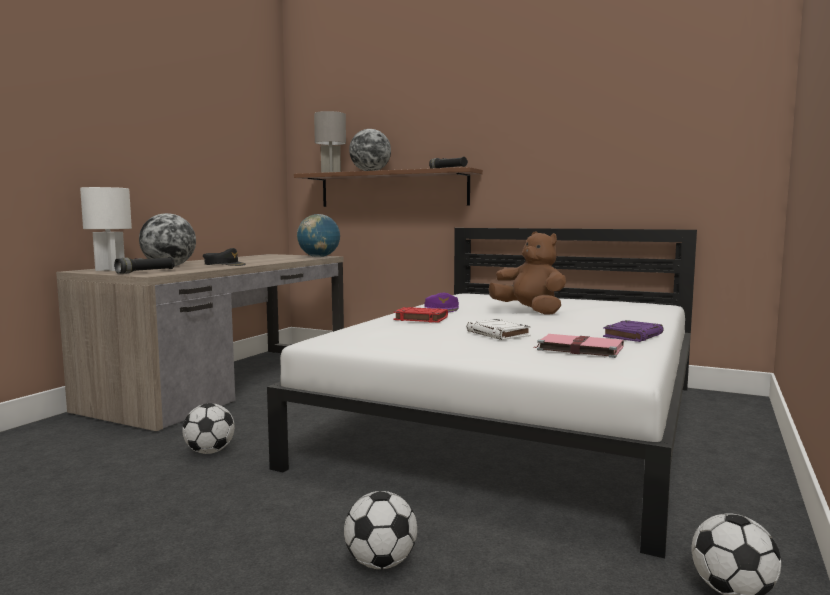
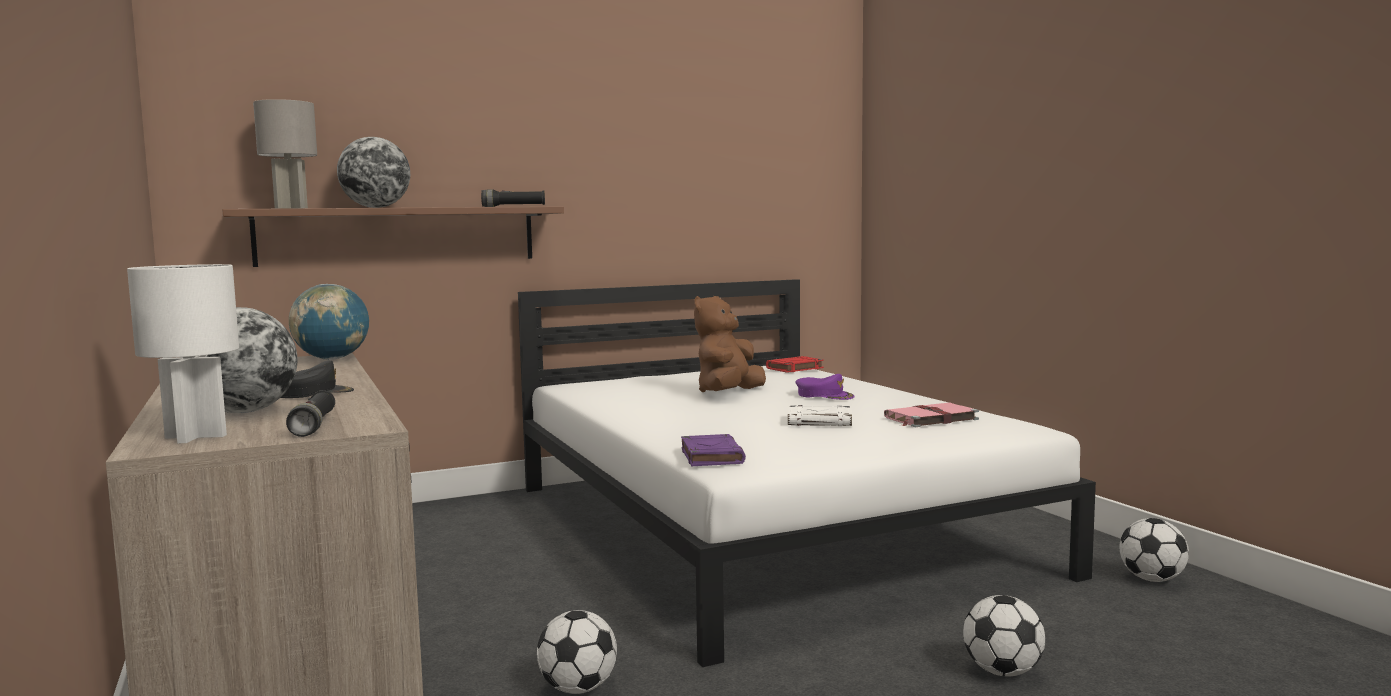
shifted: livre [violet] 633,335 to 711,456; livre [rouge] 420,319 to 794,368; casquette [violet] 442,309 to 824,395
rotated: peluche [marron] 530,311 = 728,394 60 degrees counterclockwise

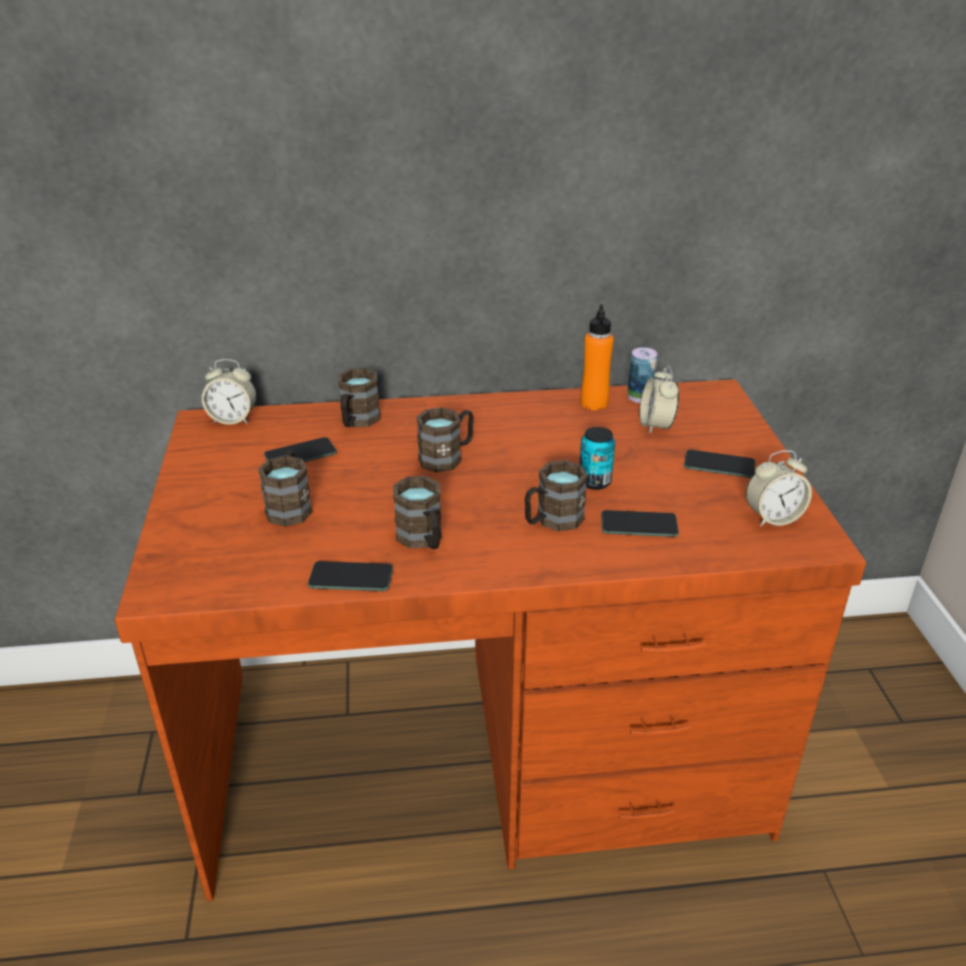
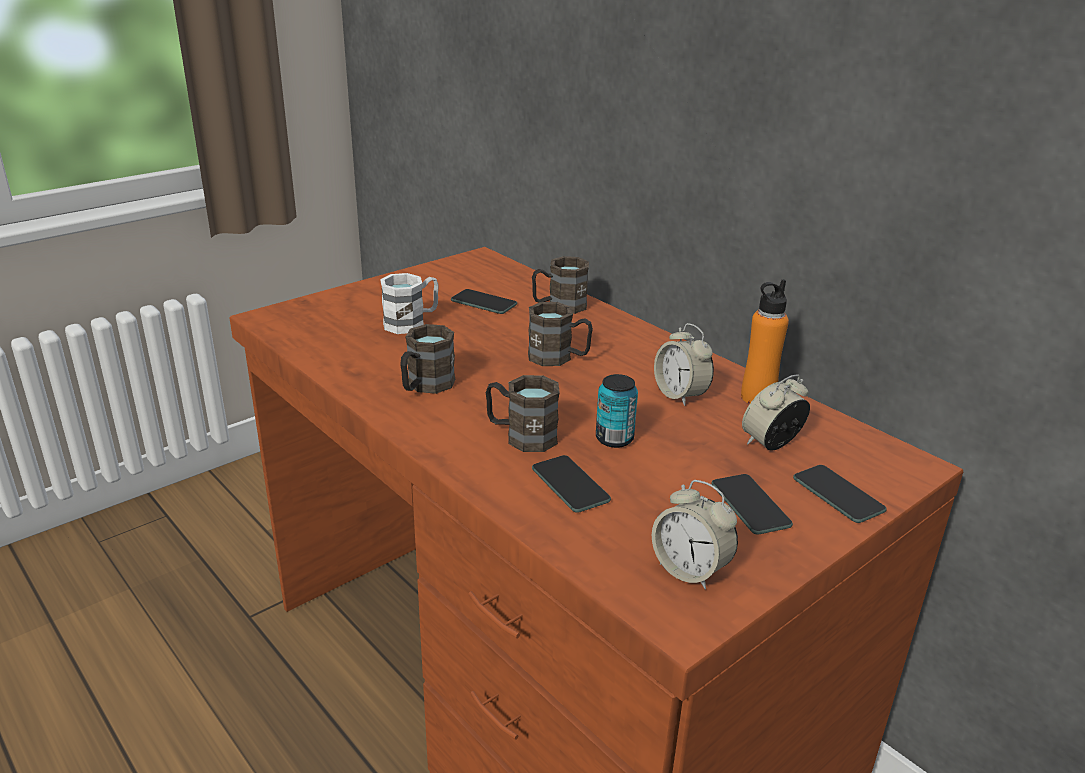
gone: boîte métallique 639,397
shifted: réveil 233,419 to 680,395; téléphone 351,577 to 838,494
repainted: mug [marron] 290,506 to mug [blanc] 412,322

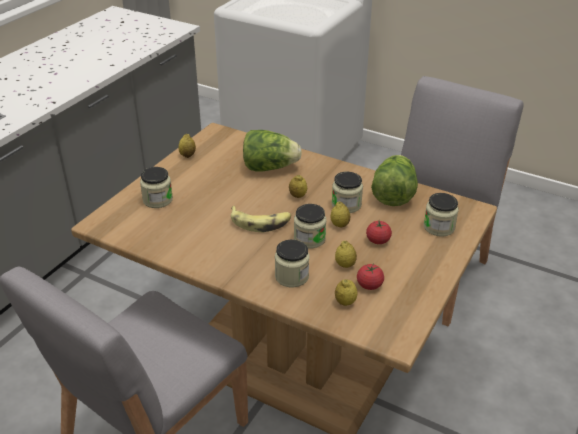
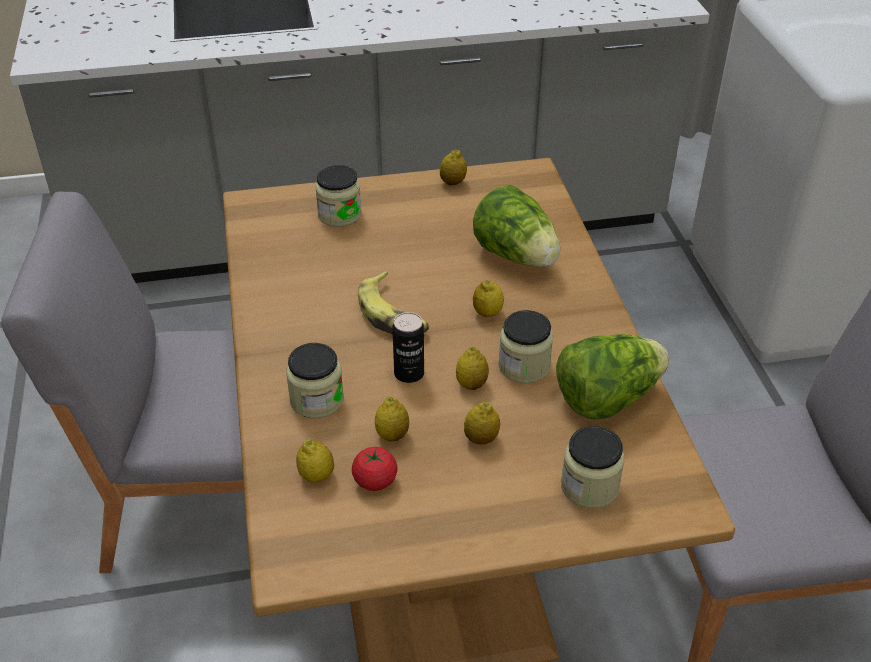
swapped: bocal 309,239 to boîte métallique 409,373; tomate 378,240 to citron 481,439

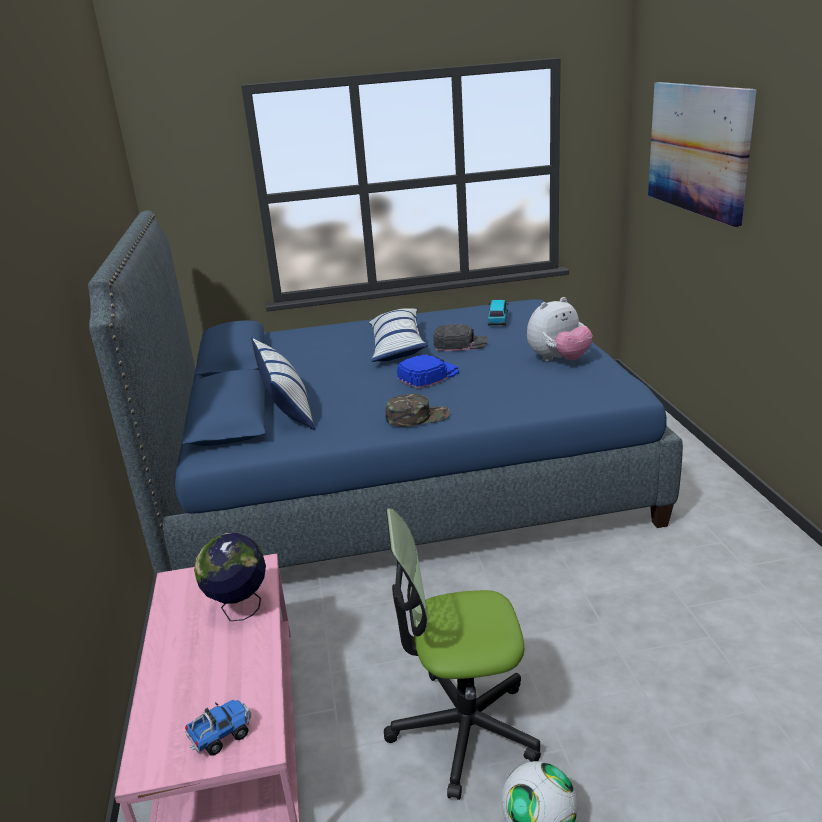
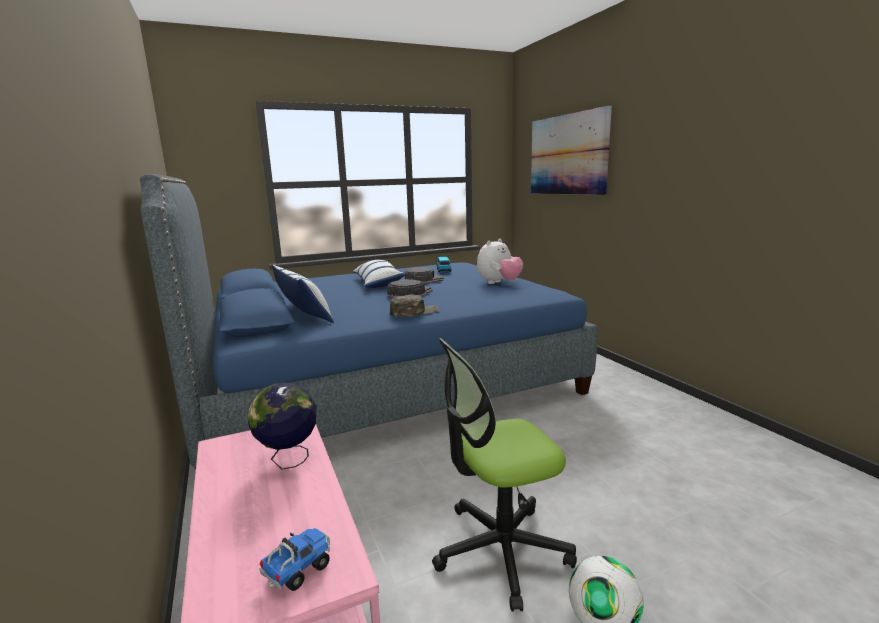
repainted: casquette [bleu] 428,375 to casquette [noir] 410,293

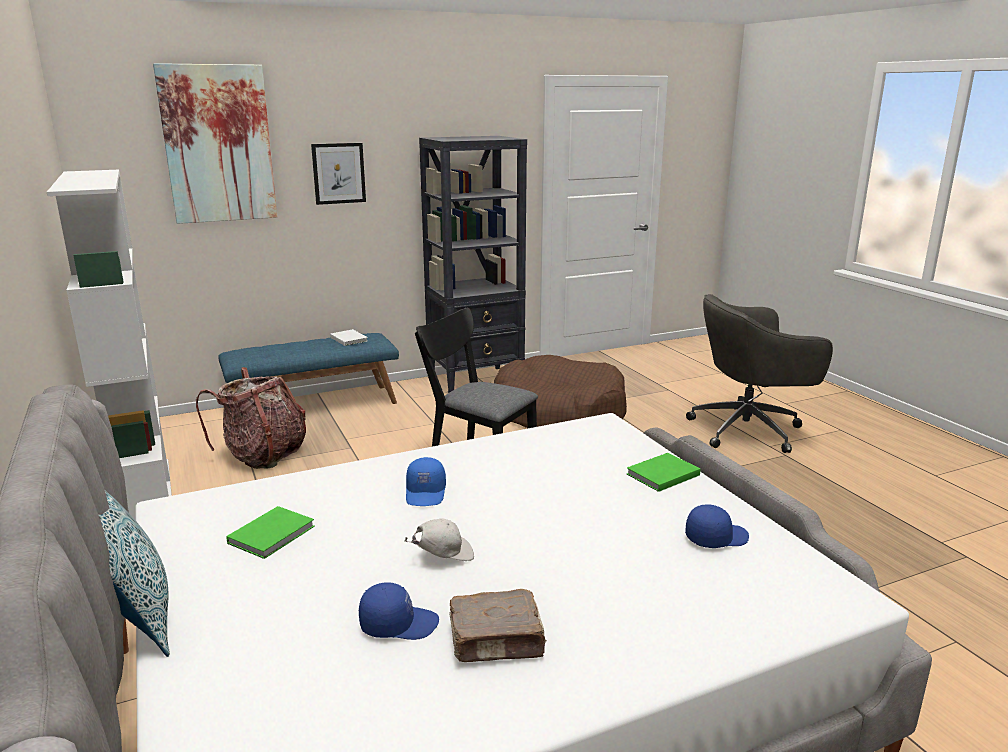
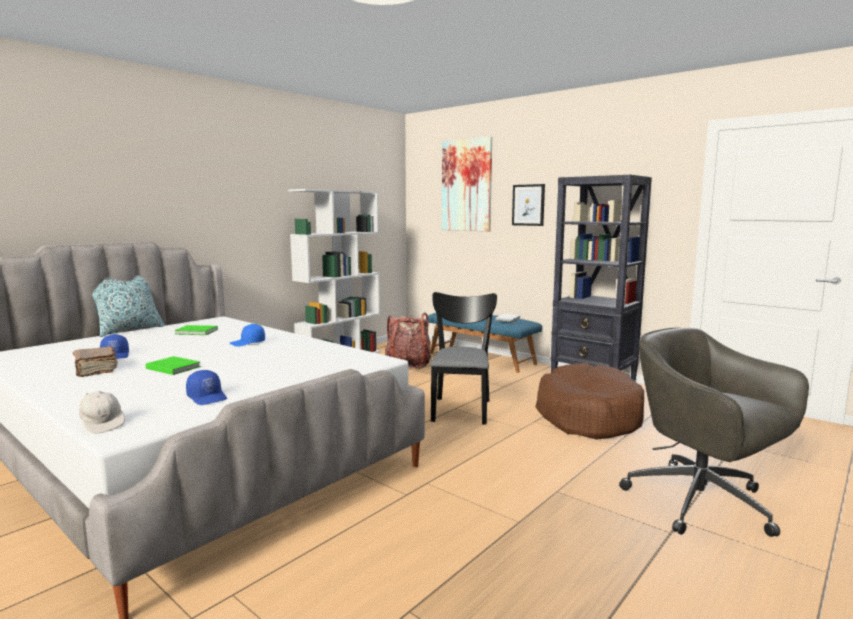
shifted: casquette [blanc] 443,556 to 103,424; livre [vert] 661,475 to 173,367

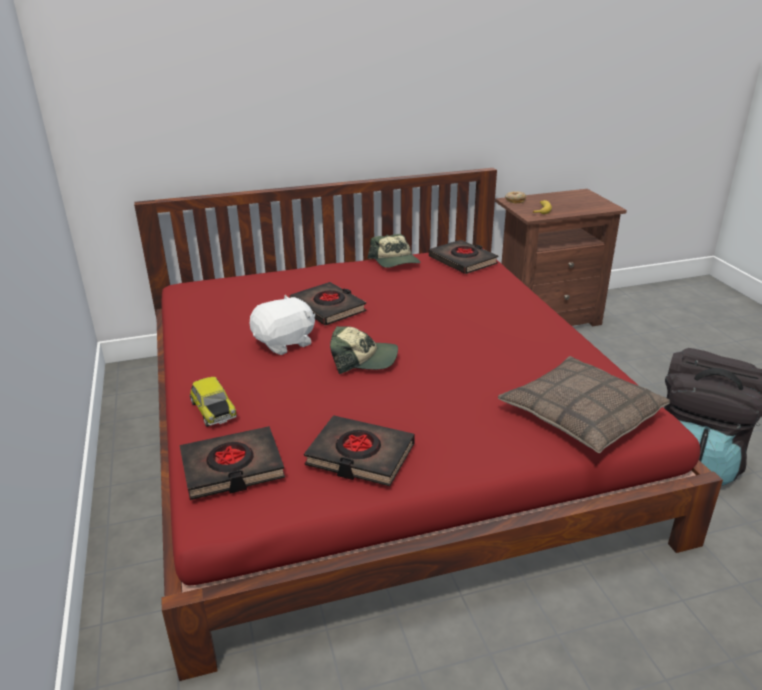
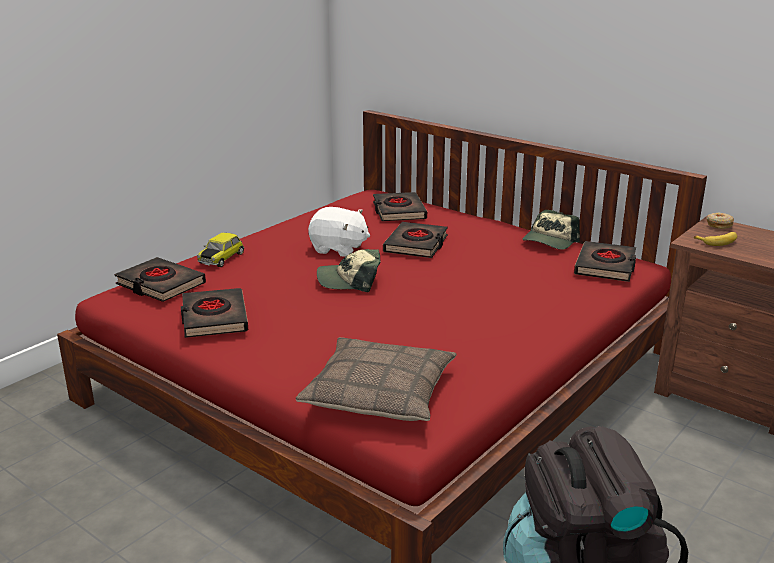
new: livre [noir] 398,211
rotated: casquette 363,359 = 350,280 120 degrees clockwise

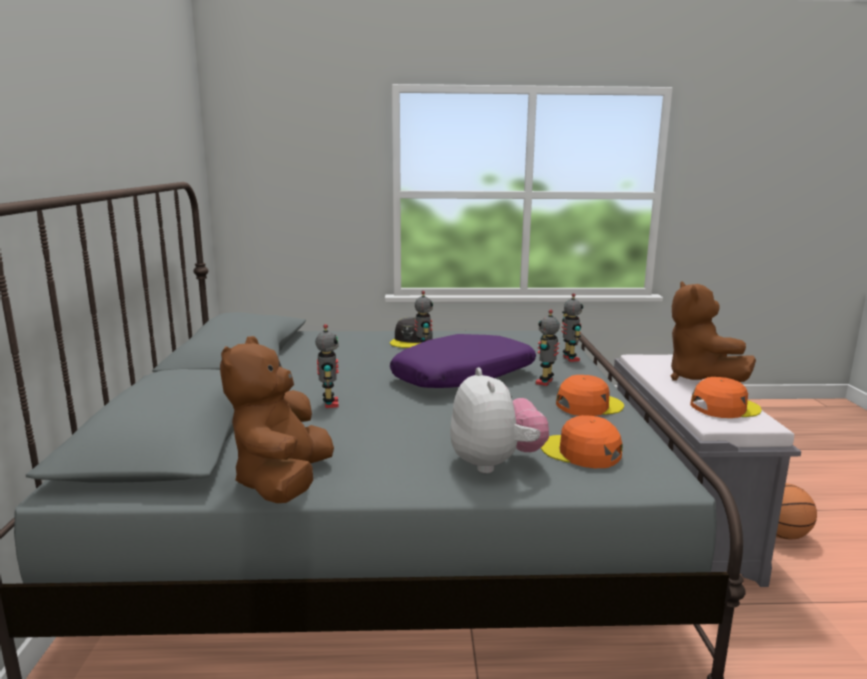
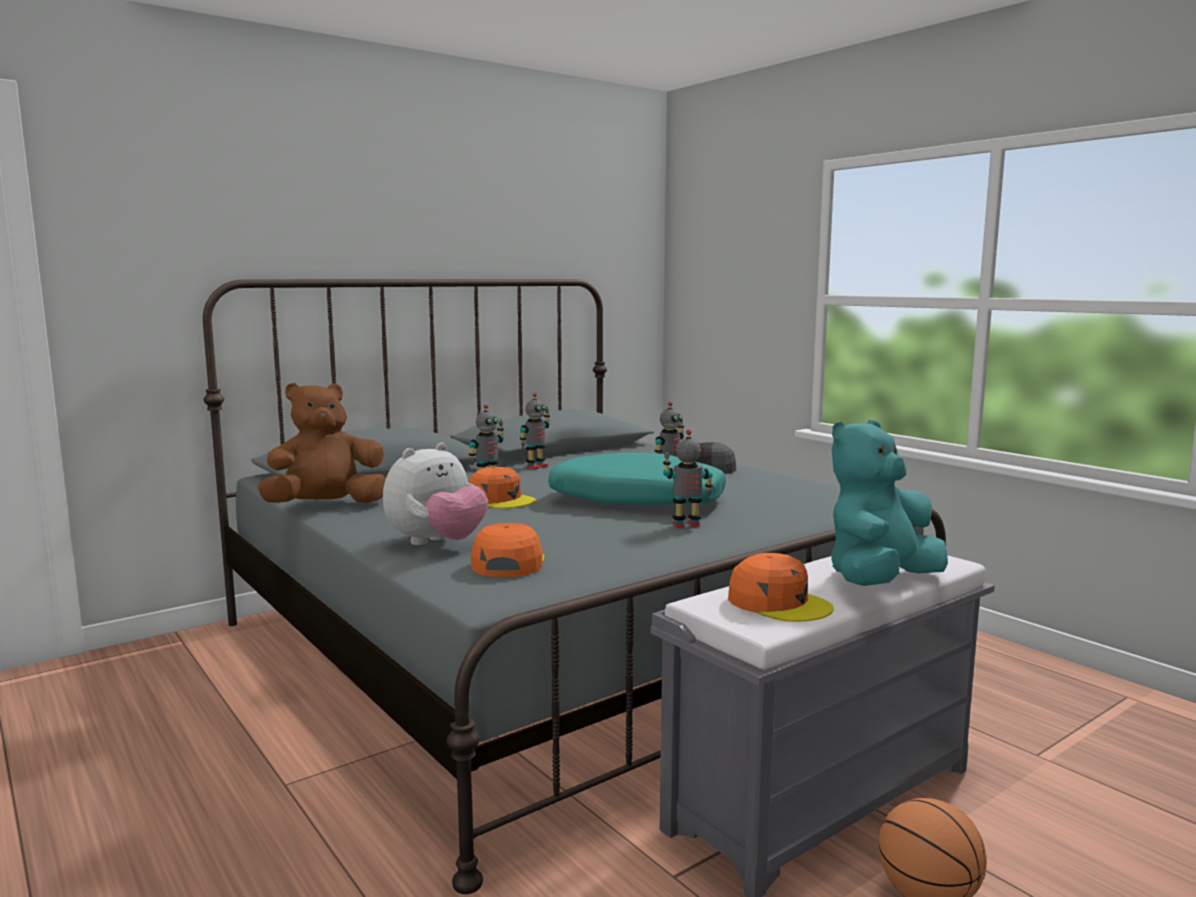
shifted: casquette [orange] 588,405 to 500,500; robot jouet 569,359 to 536,466
repainted: coussin [violet] 464,377 to coussin [turquoise] 636,501; peluche [marron] 699,379 to peluche [turquoise] 880,582

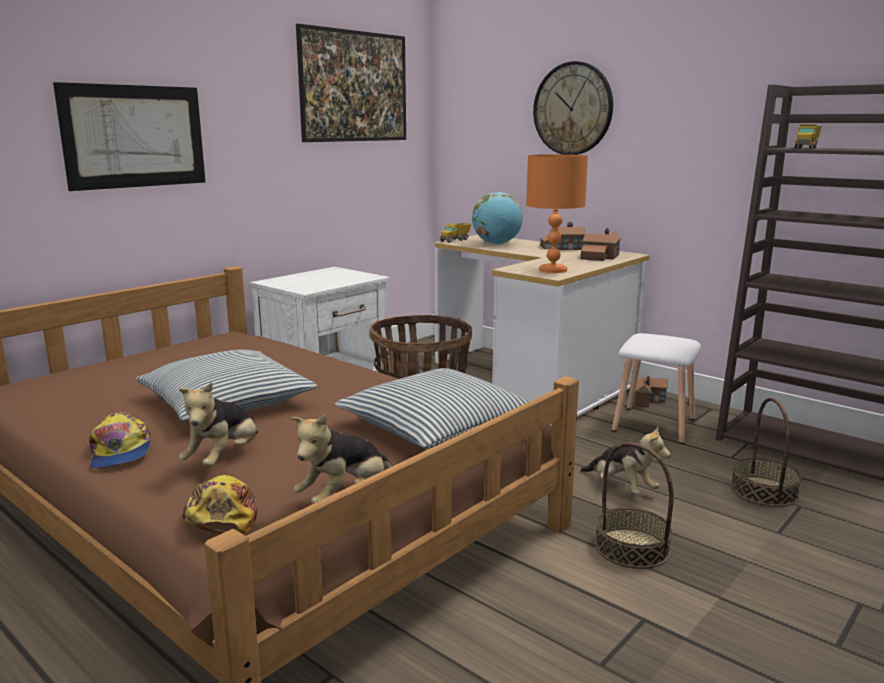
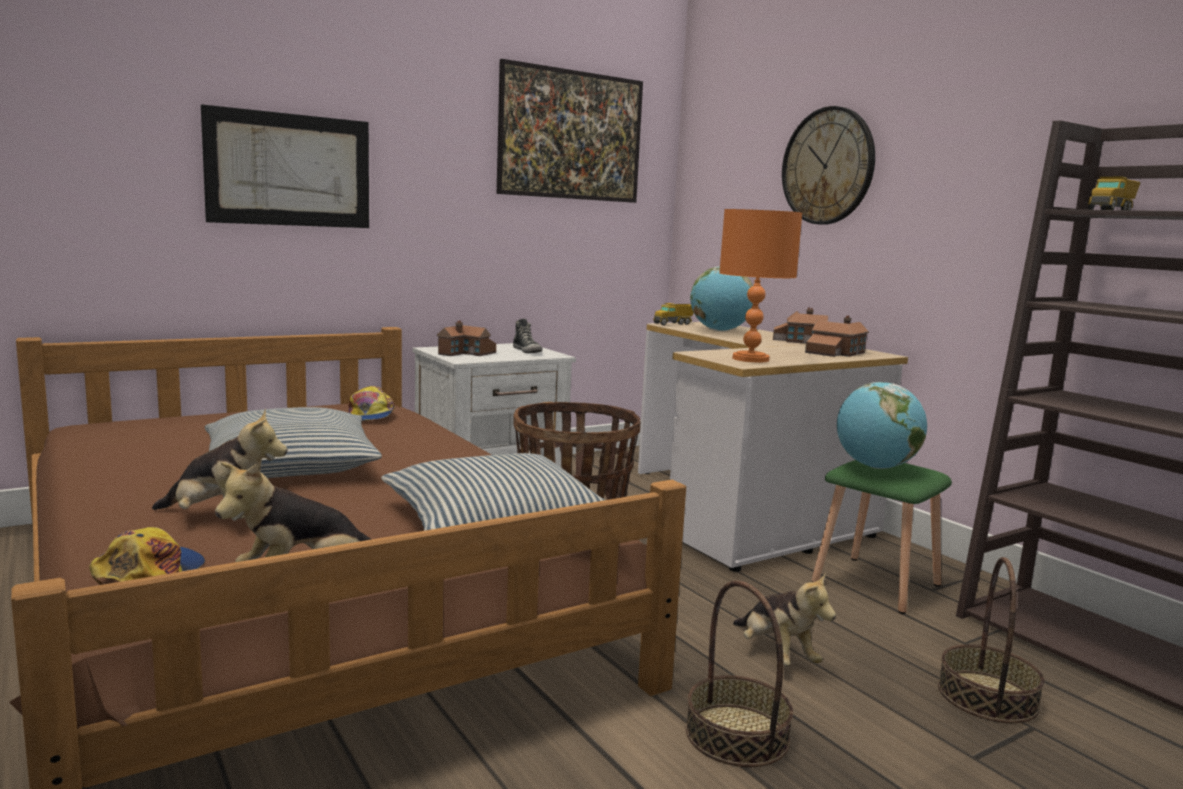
new: chaussure 527,351; globe 876,467
shifted: casquette 120,452 to 369,416; maison miniature 649,400 to 467,353
repainted: tabouret [blanc] 654,425 to tabouret [vert] 876,585
rotated: peluche 224,458 = 220,520 105 degrees counterclockwise

